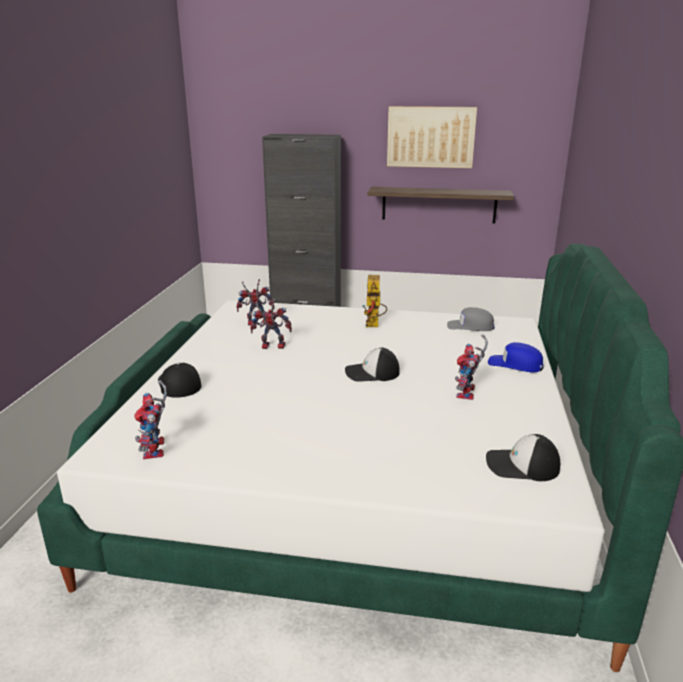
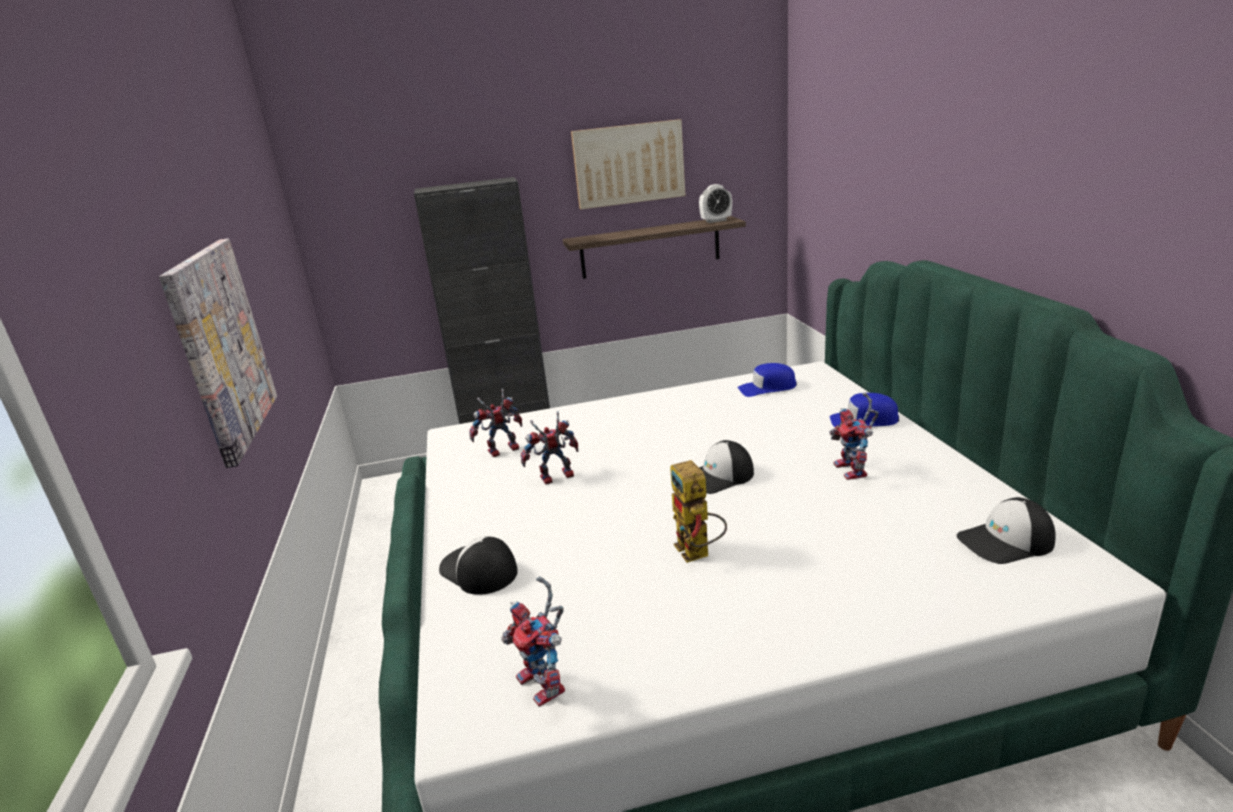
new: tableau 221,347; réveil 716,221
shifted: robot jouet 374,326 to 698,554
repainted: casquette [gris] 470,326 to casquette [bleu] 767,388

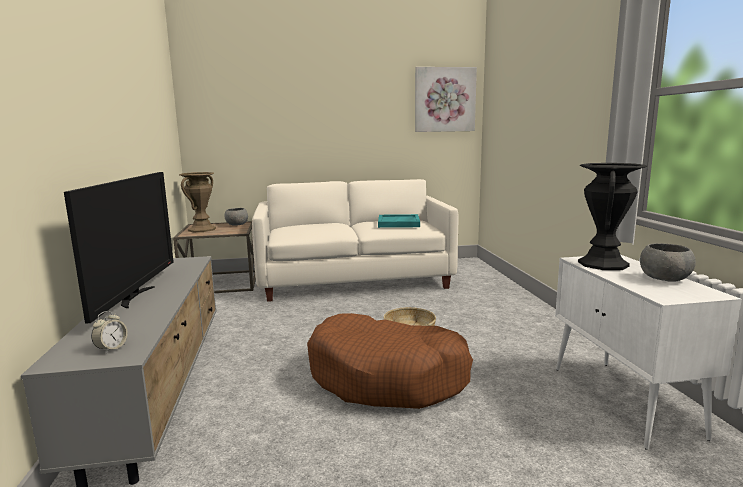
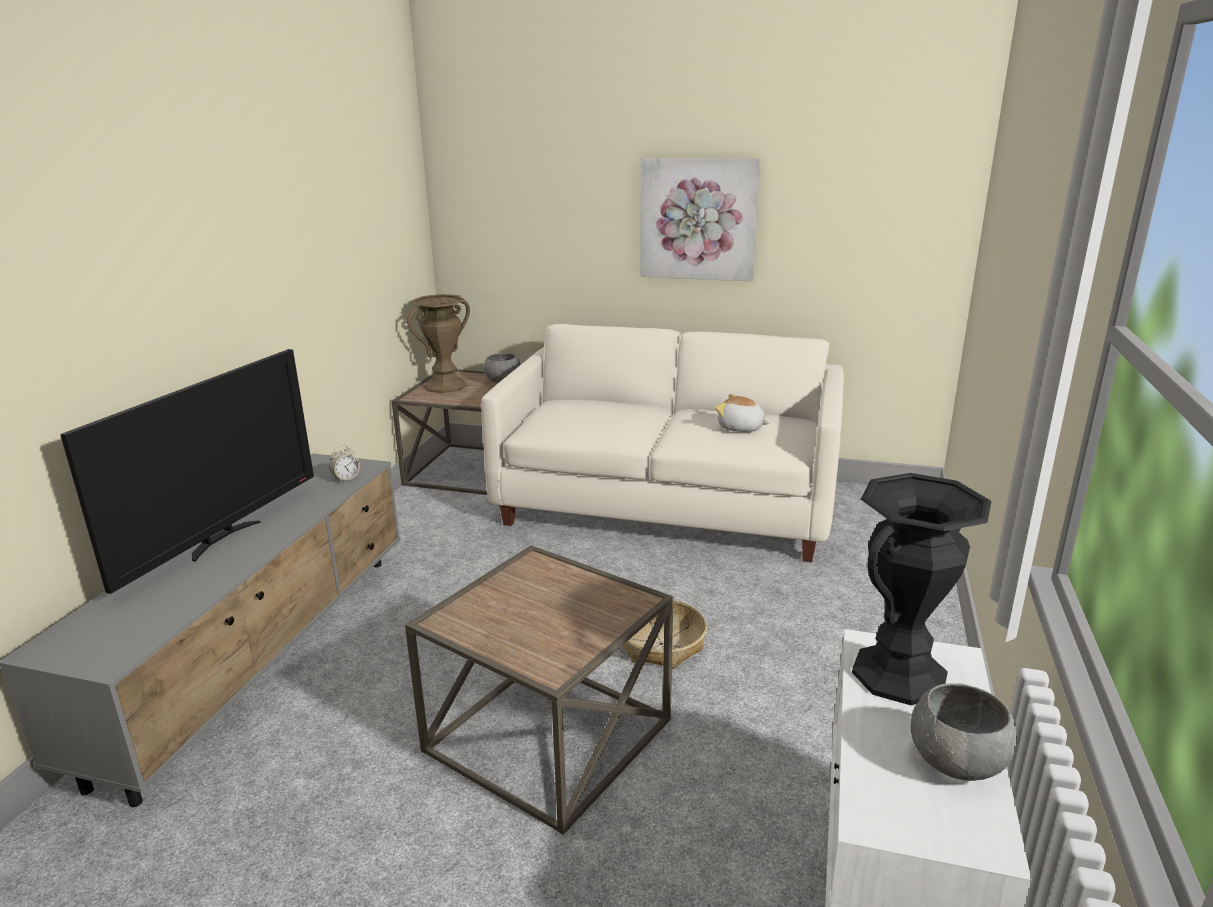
shifted: réveil 111,348 to 346,479; tableau 444,99 to 698,219
swapped: panier pour chien [marron] 388,377 to table d'appoint [marron] 546,735; plateau [turquoise] 399,223 to peluche 740,428

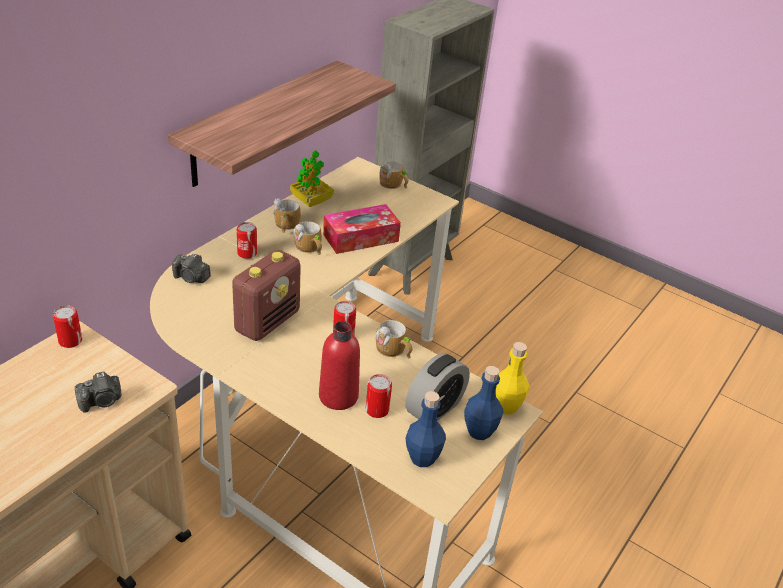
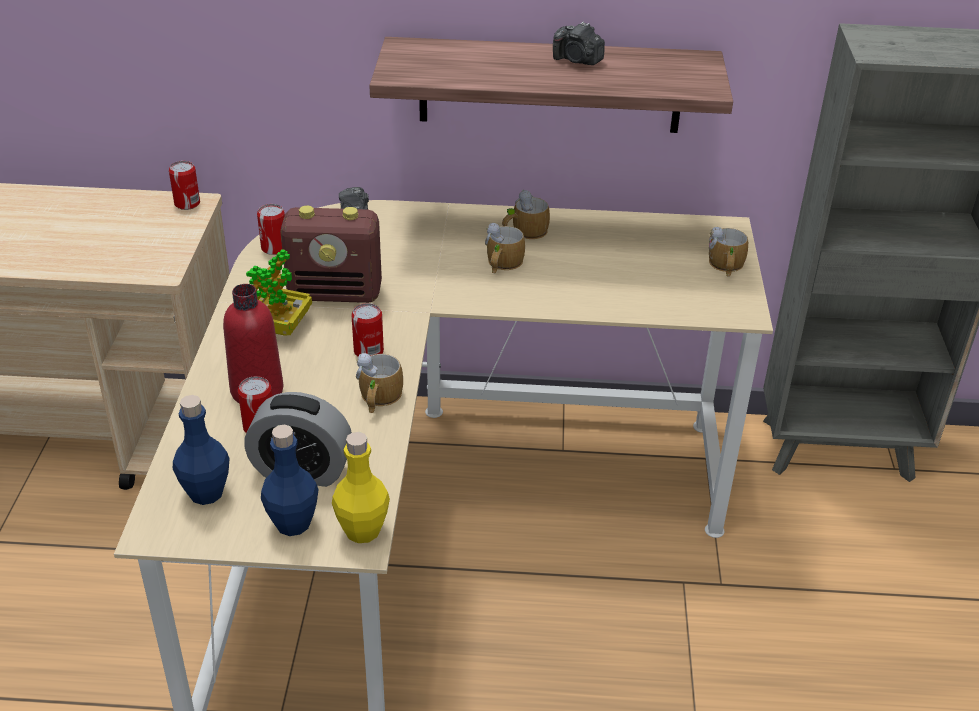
gone: boîte à mouchoirs 361,238
shifted: plante en pot 311,201 to 279,326; boîte métallique 247,253 to 274,248; appareil photo 101,401 to 577,60

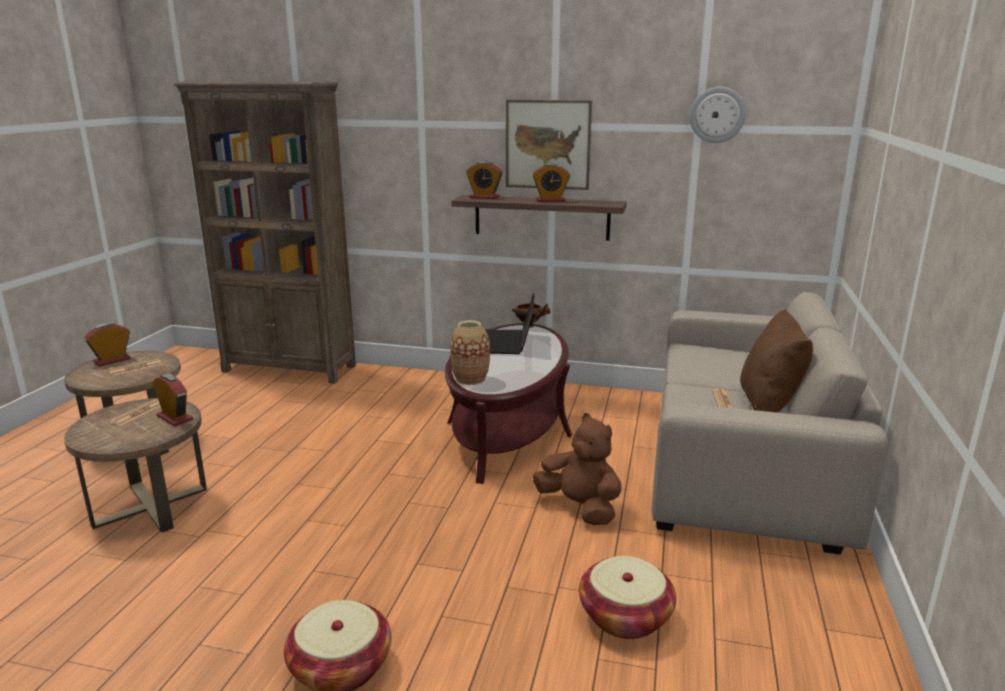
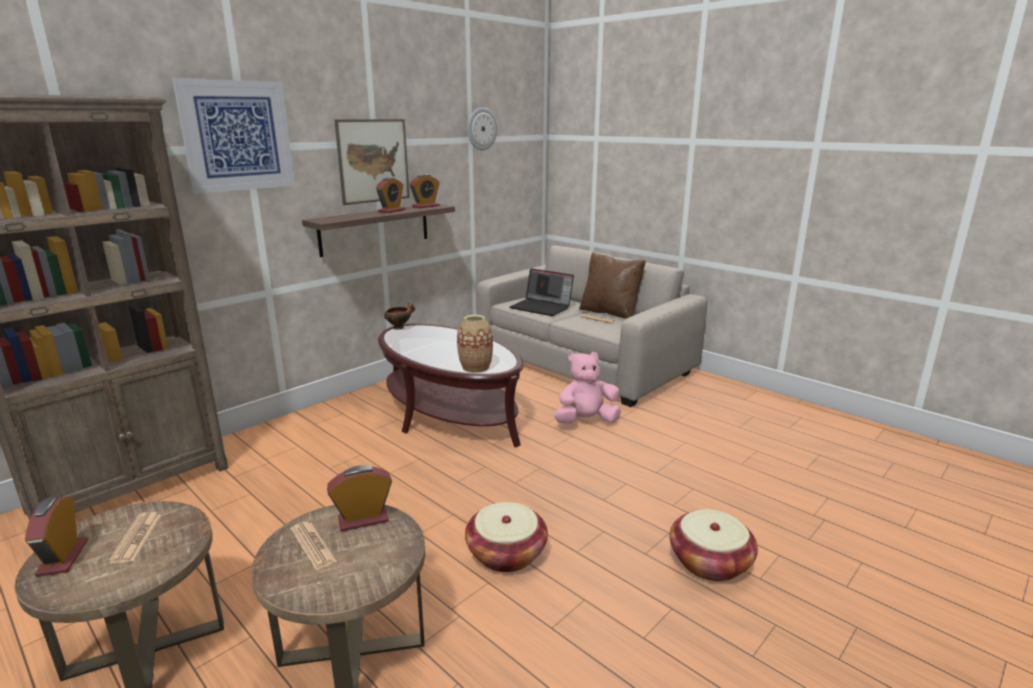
new: tableau 237,136
shifted: réveil 484,197 to 425,206; panier 625,617 to 506,554; ordinateur portable 507,343 to 542,307
repainted: peluche [marron] 580,507 to peluche [rose] 586,421

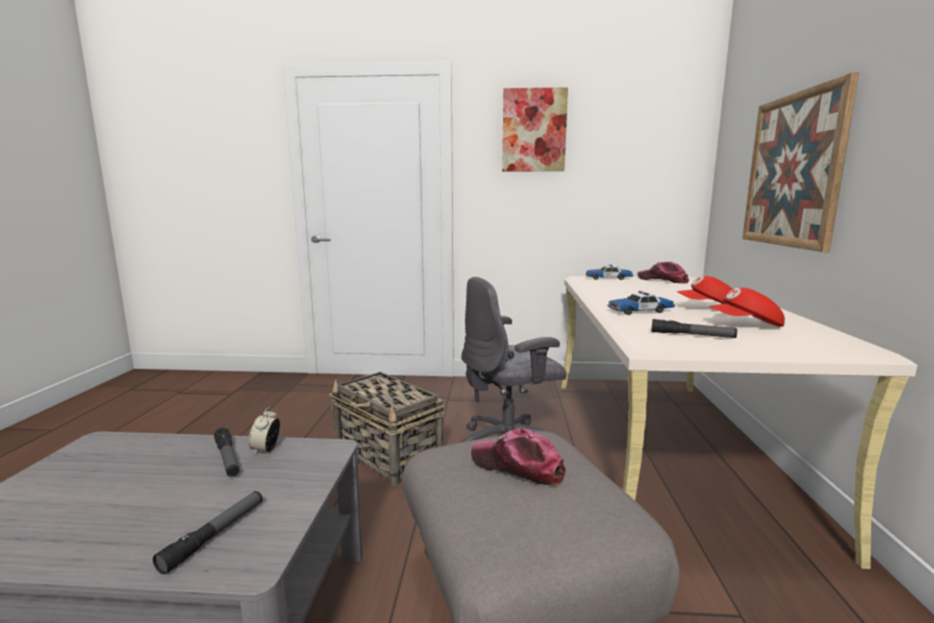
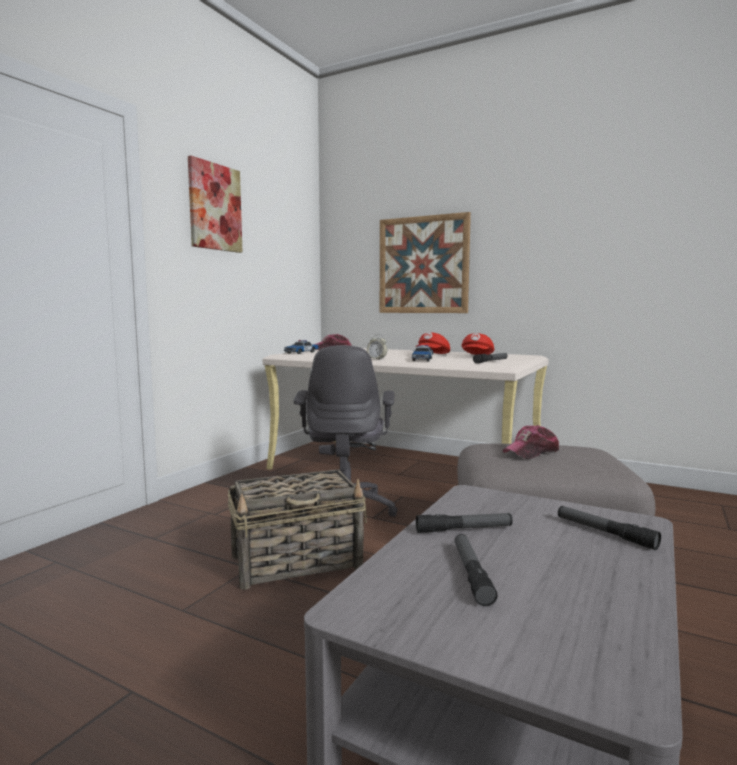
new: lampe de poche 472,574
shifted: réveil 266,449 to 377,359

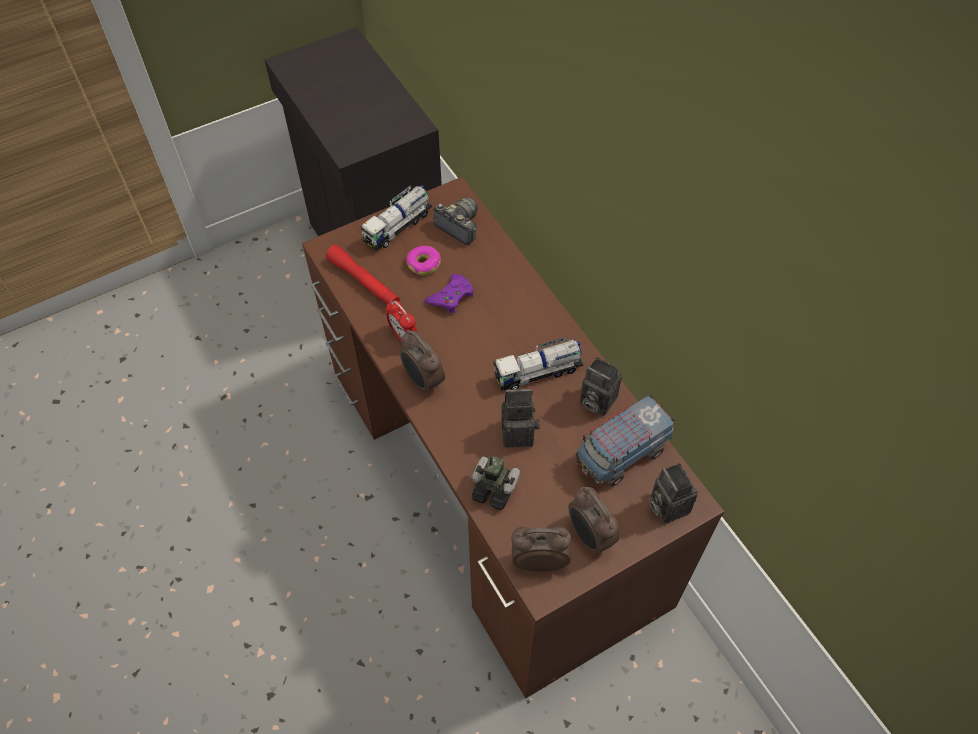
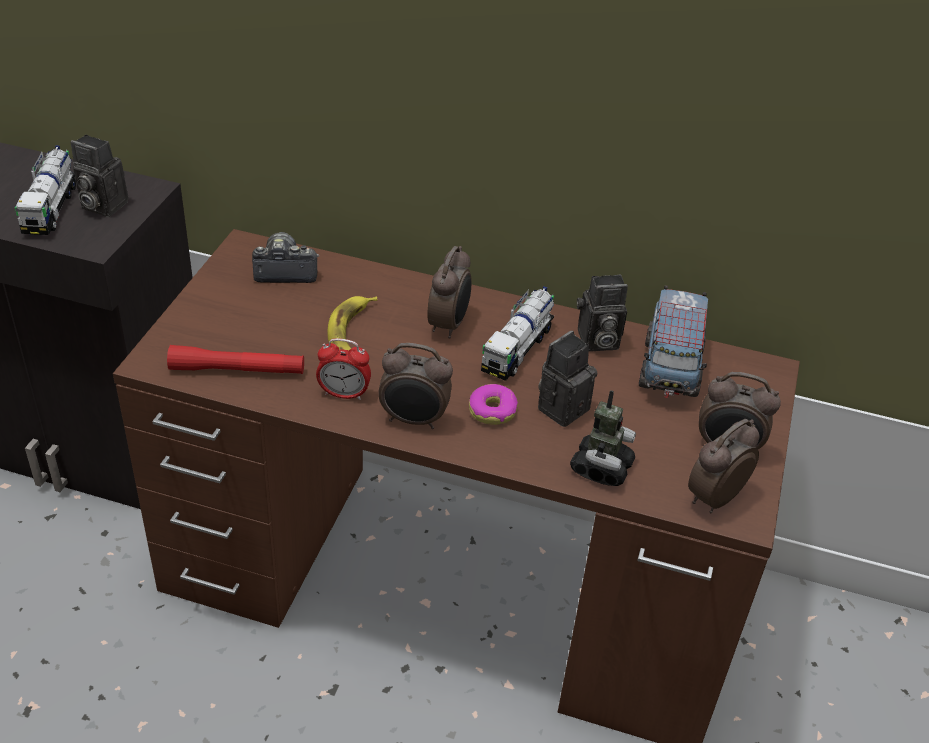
new: réveil 449,324
shifted: camion jouet 398,227 to 51,208; appareil photo 666,505 to 101,205; beignet 424,264 to 492,410
swapped: manette [violet] 451,297 to banane 352,333
rotated: robot jouet 494,490 = 601,468 135 degrees clockwise

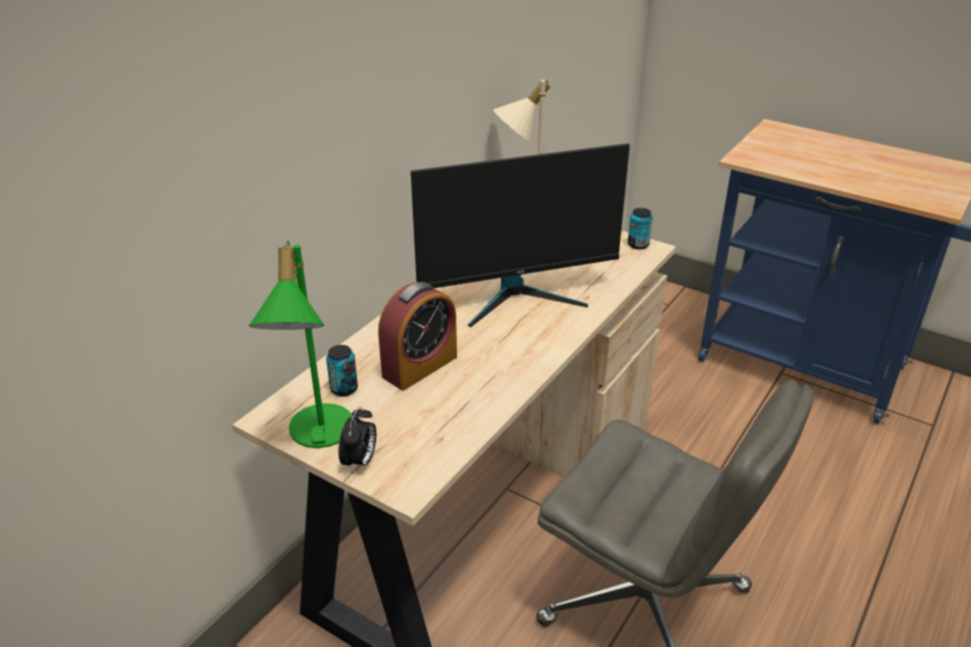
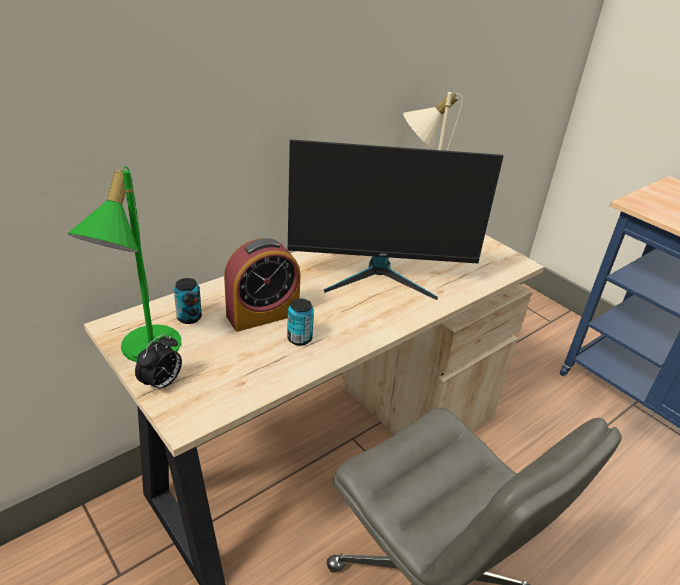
shifted: boîte métallique 638,244 to 299,338

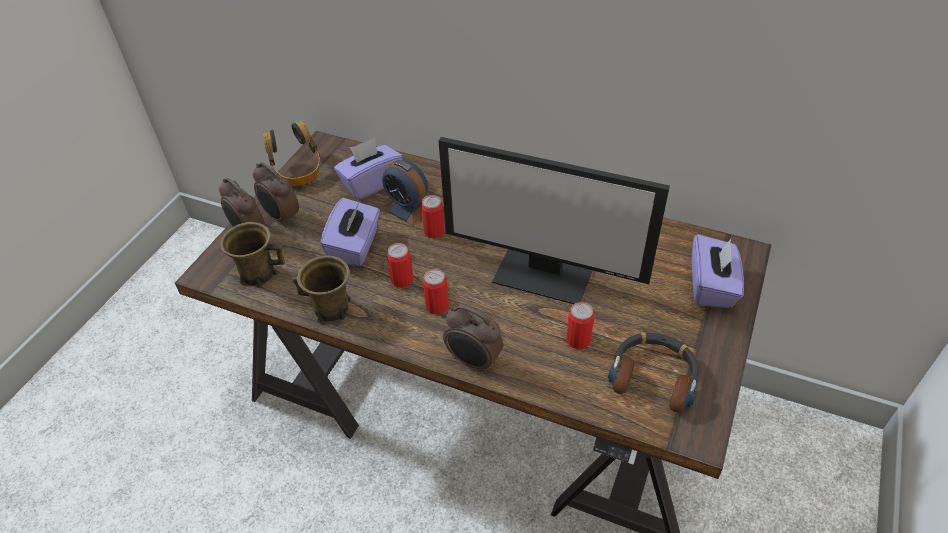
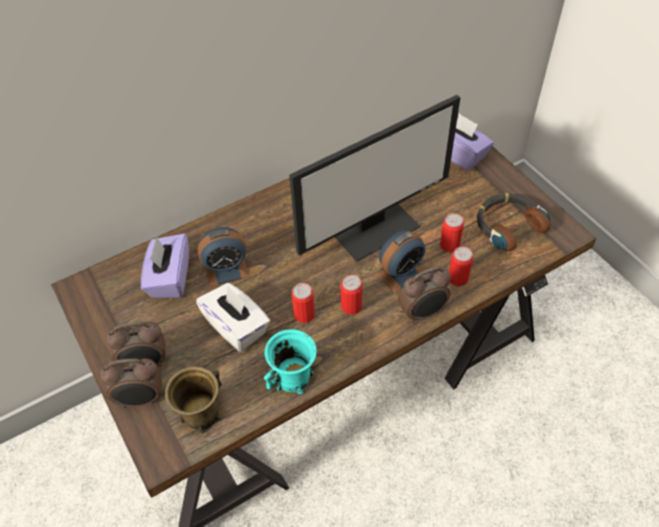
gone: casque audio 297,170
new: réveil 400,274
shifted: boîte métallique 434,231 to 458,278
repainted: boîte à mouchoirs [violet] 355,247 to boîte à mouchoirs [blanc] 237,327; mug [marron] 331,309 to mug [turquoise] 293,378

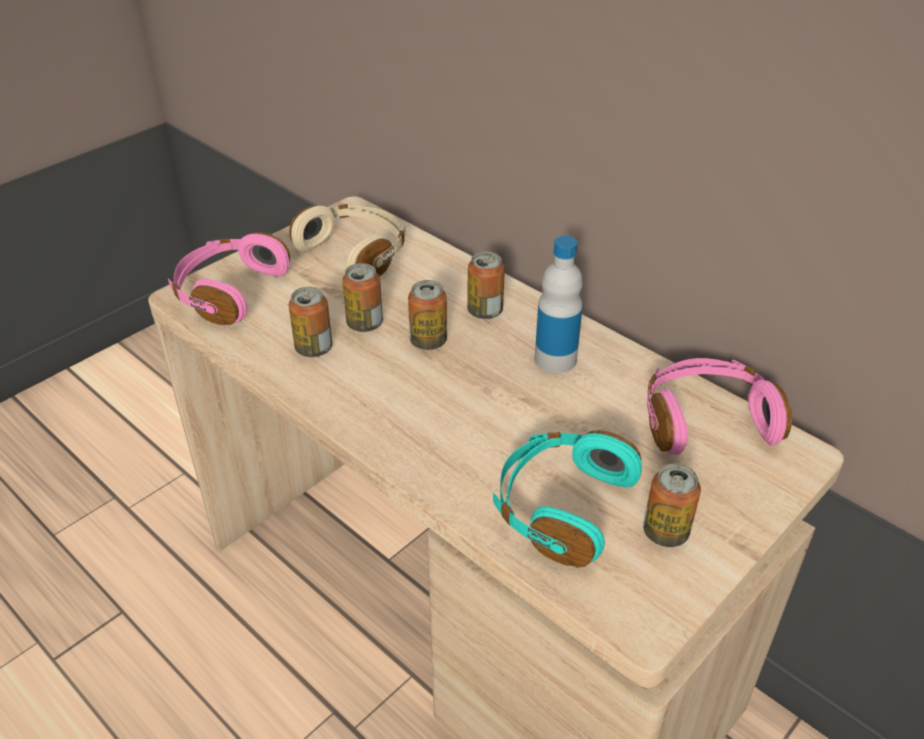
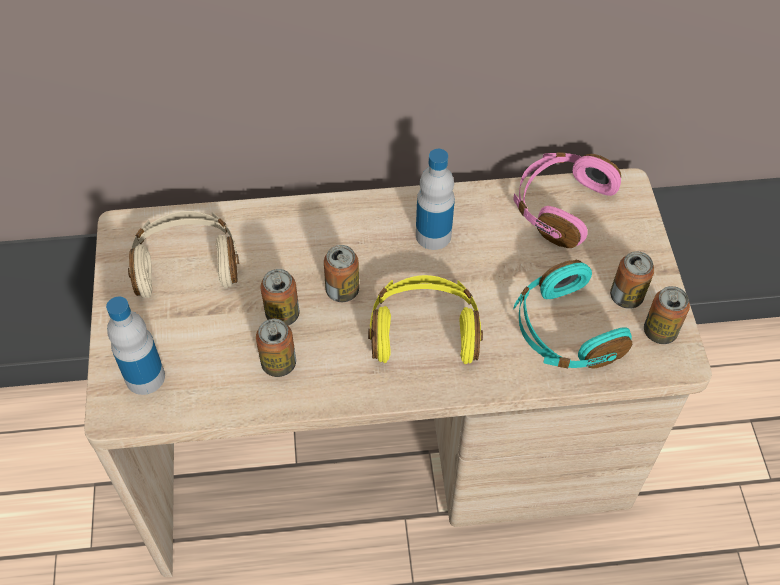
new: casque audio [jaune] 424,330
shifted: boîte métallique 485,311 to 660,331
swapped: casque audio [rose] 229,292 to bouteille 145,377

